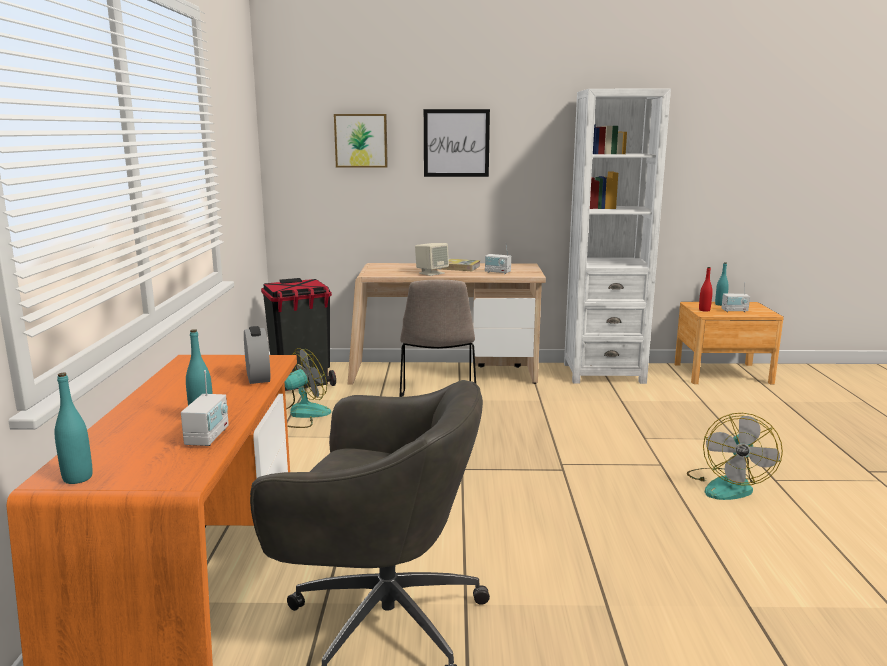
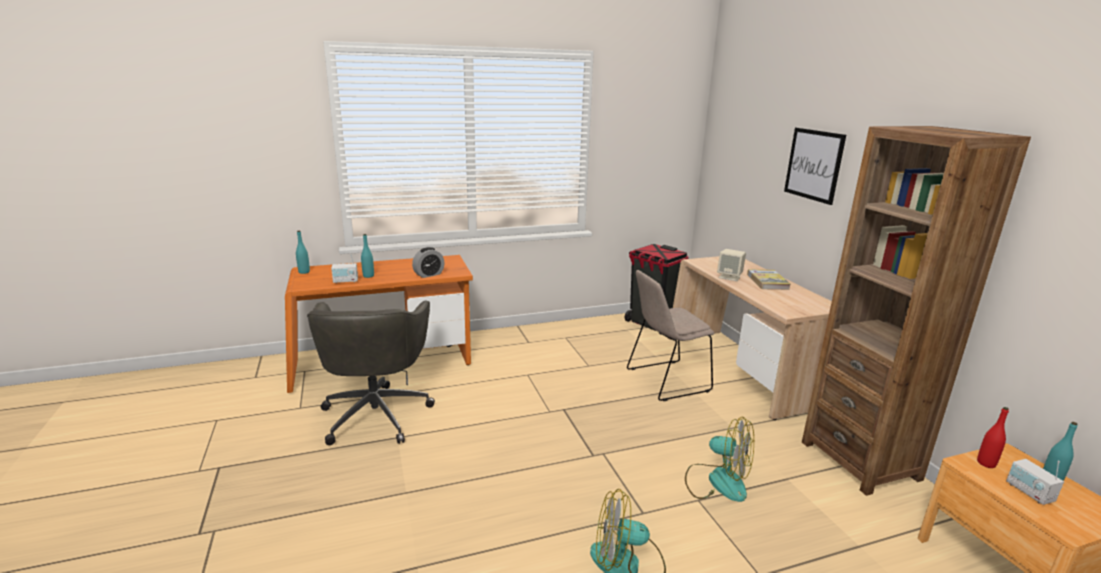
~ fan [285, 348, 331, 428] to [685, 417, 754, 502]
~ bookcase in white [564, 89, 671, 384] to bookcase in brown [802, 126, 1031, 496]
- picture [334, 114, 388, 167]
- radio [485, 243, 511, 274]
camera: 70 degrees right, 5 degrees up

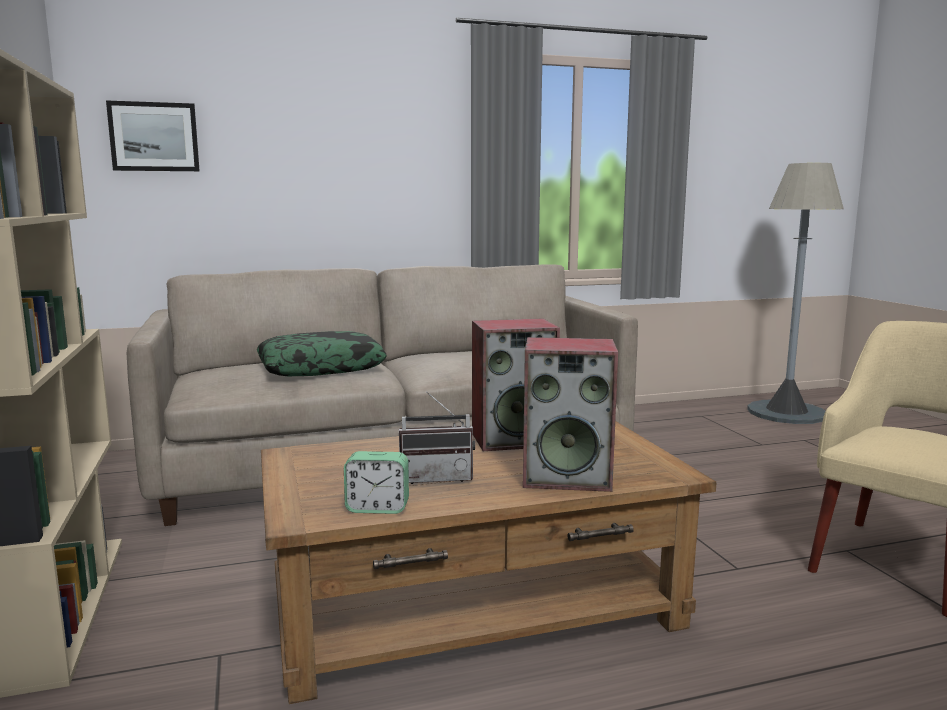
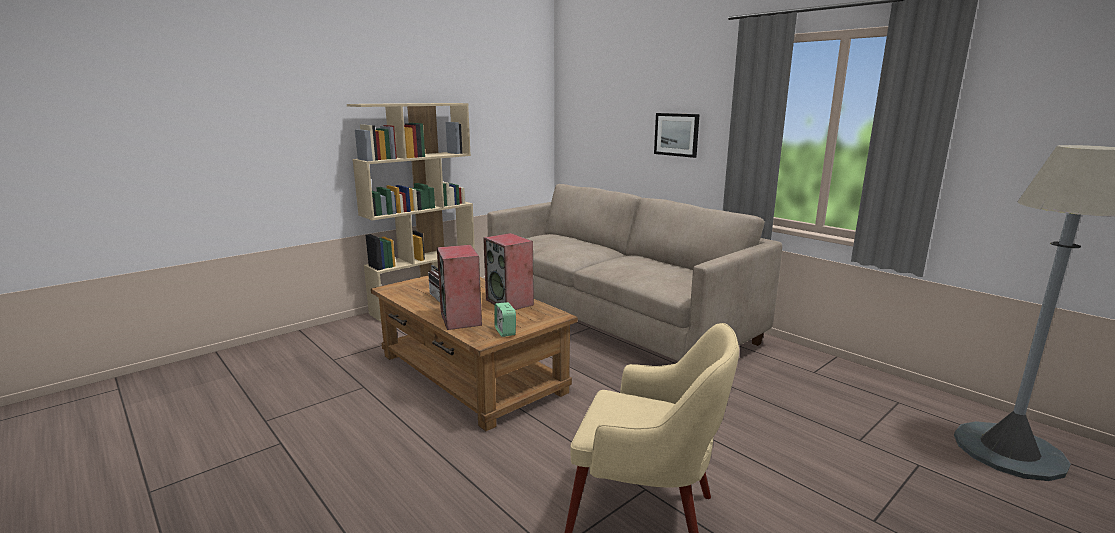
~ alarm clock [344, 451, 409, 514] to [494, 302, 516, 337]
~ picture [106, 100, 200, 171] to [654, 113, 700, 158]
- pillow [257, 331, 387, 376]
camera: 65 degrees right, 5 degrees up

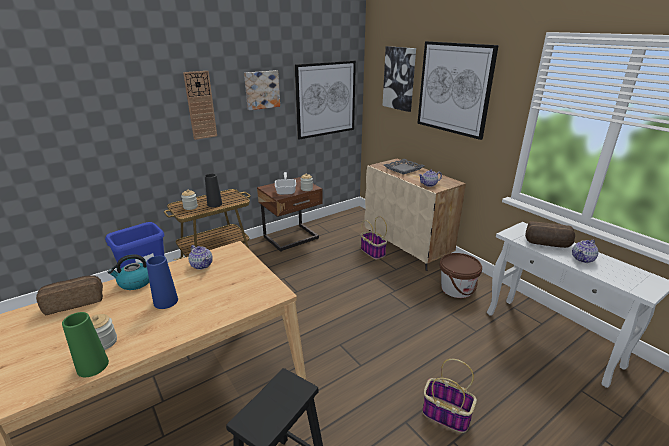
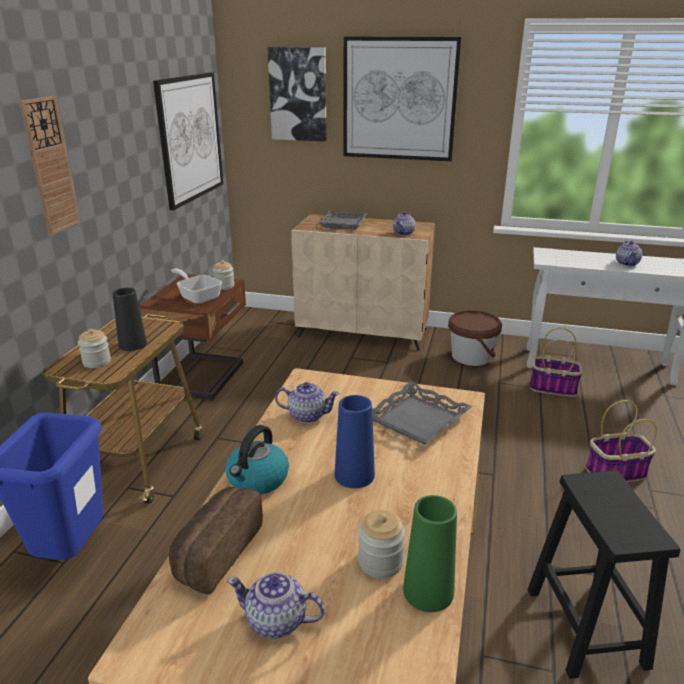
+ teapot [227, 572, 324, 638]
+ tray in grey [372, 382, 473, 445]
~ basket [361, 216, 387, 260] to [530, 328, 583, 397]
- picture [244, 70, 280, 110]
- bread [525, 222, 575, 248]
camera: 40 degrees left, 0 degrees up

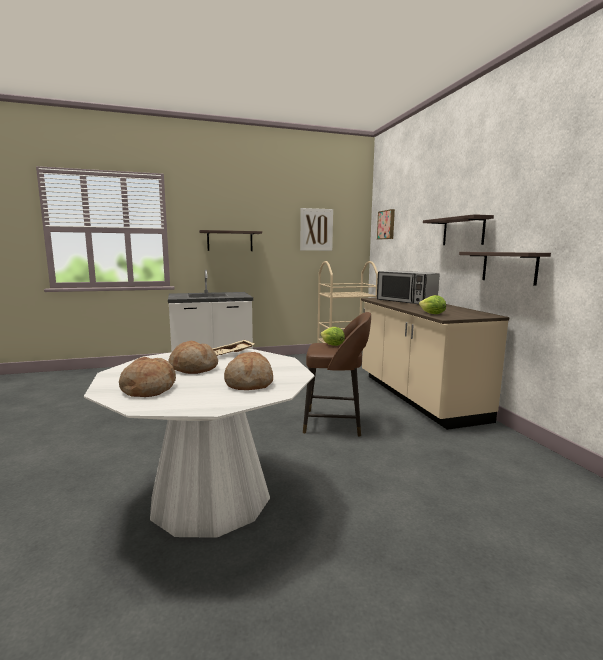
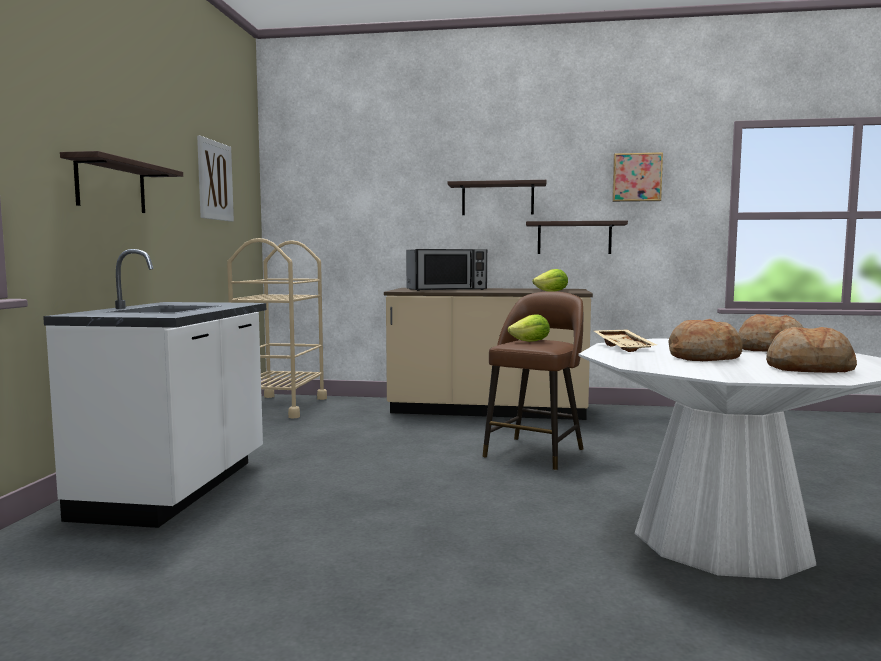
~ picture [377, 209, 395, 239] to [612, 152, 663, 202]
camera: 65 degrees left, 5 degrees down

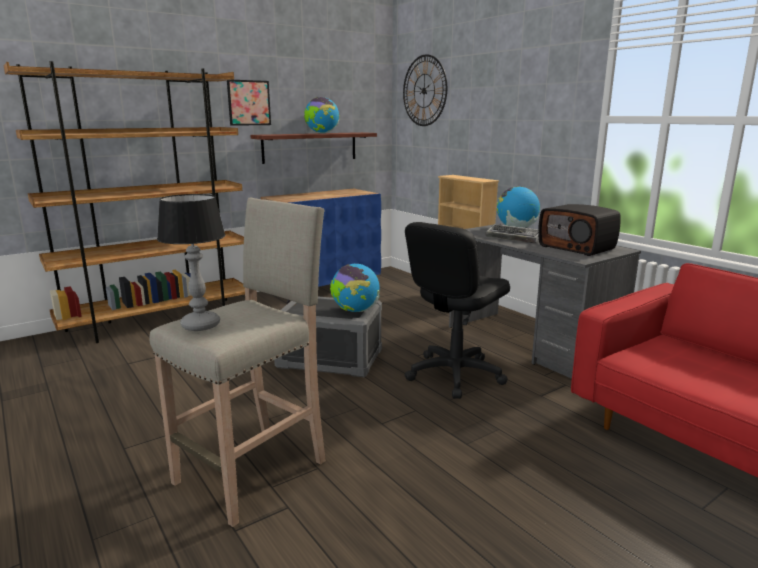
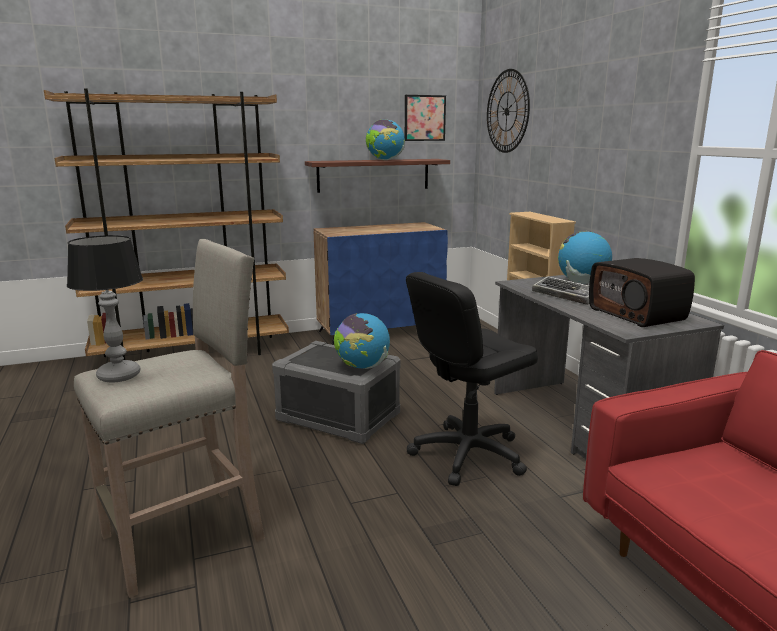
~ picture [227, 80, 271, 126] to [405, 95, 446, 141]
camera: 15 degrees right, 0 degrees up

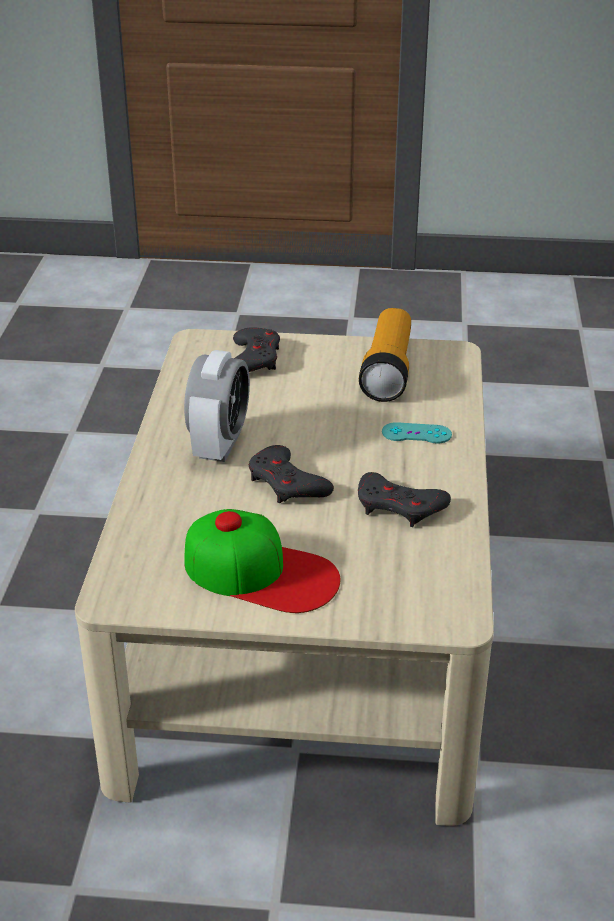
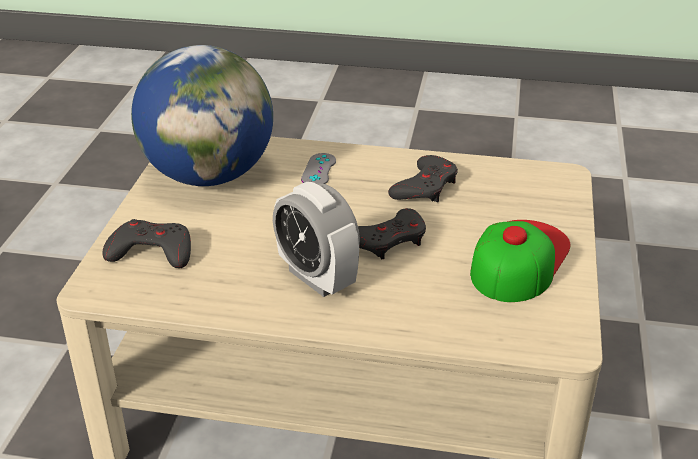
~ flashlight [359, 308, 411, 402] to globe [131, 45, 273, 186]
~ alarm clock [184, 350, 250, 462] = [273, 182, 360, 297] 150 degrees counterclockwise
~ game controller in turquoise [382, 422, 452, 444] to game controller in grey [301, 153, 336, 184]
camera: 85 degrees left, 0 degrees up

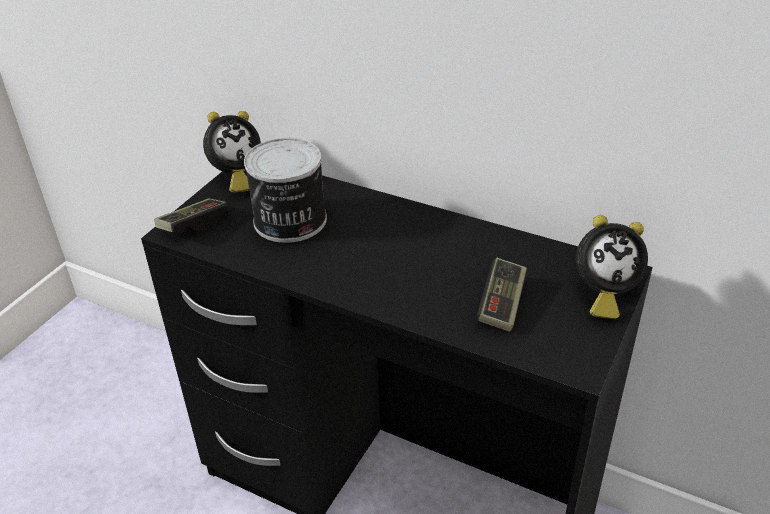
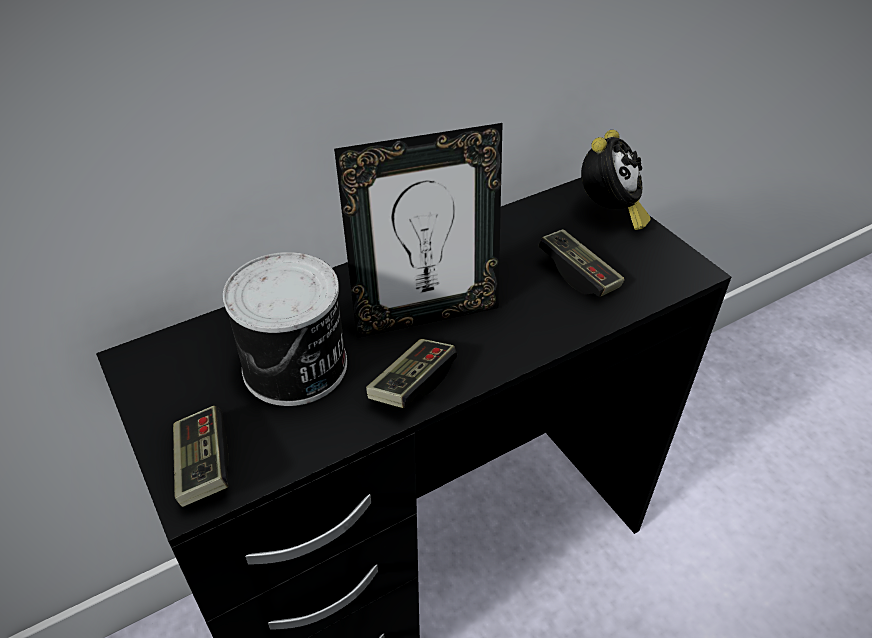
+ picture frame [334, 123, 503, 338]
+ game controller [366, 339, 457, 408]
- alarm clock [203, 111, 261, 193]
camera: 60 degrees left, 5 degrees up

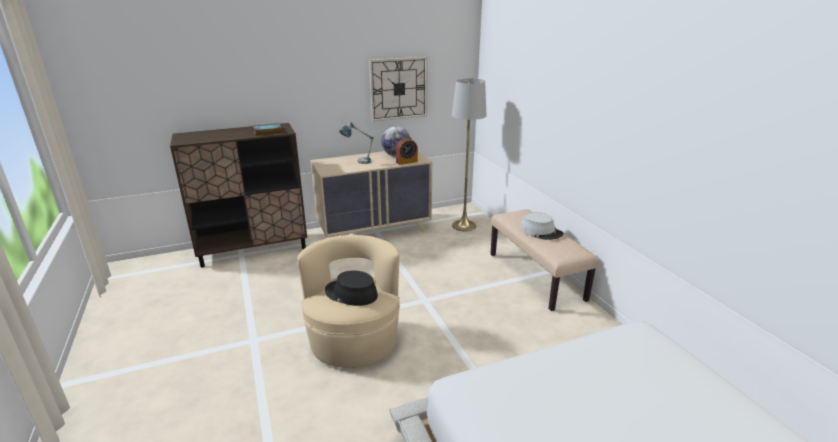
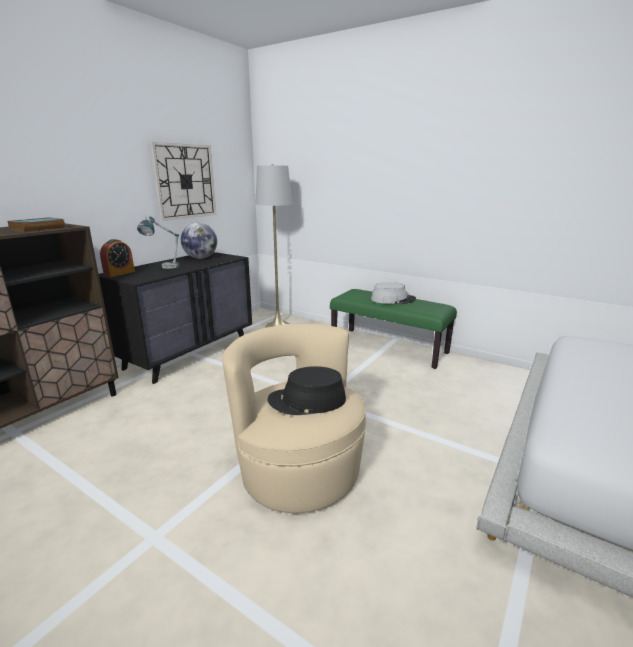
~ dresser in beige [310, 151, 432, 238] to dresser in black [99, 252, 252, 384]
~ alarm clock [396, 137, 418, 165] to [100, 239, 135, 277]
~ bench in beige [491, 209, 599, 311] to bench in green [330, 289, 457, 369]
camera: 35 degrees left, 5 degrees down

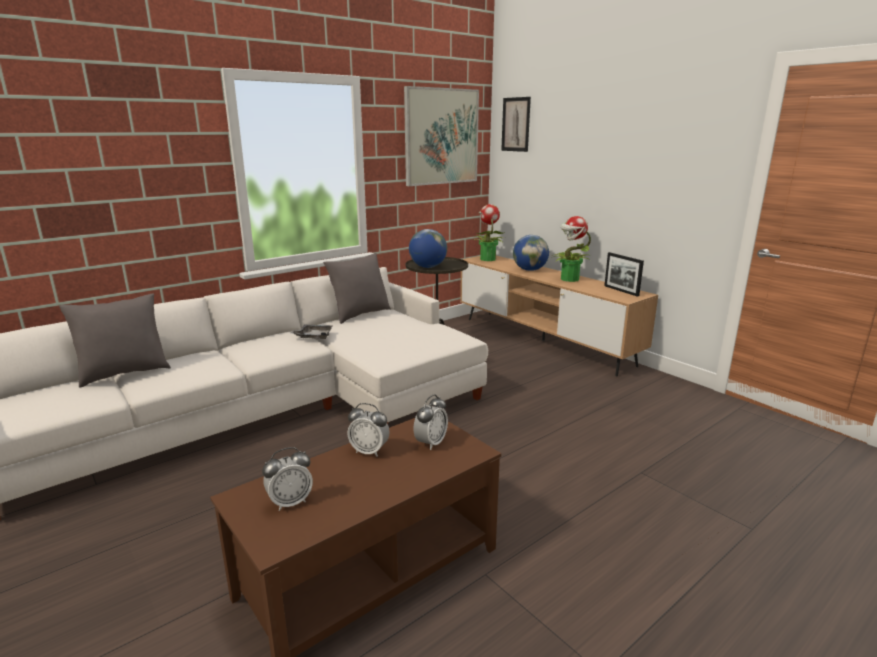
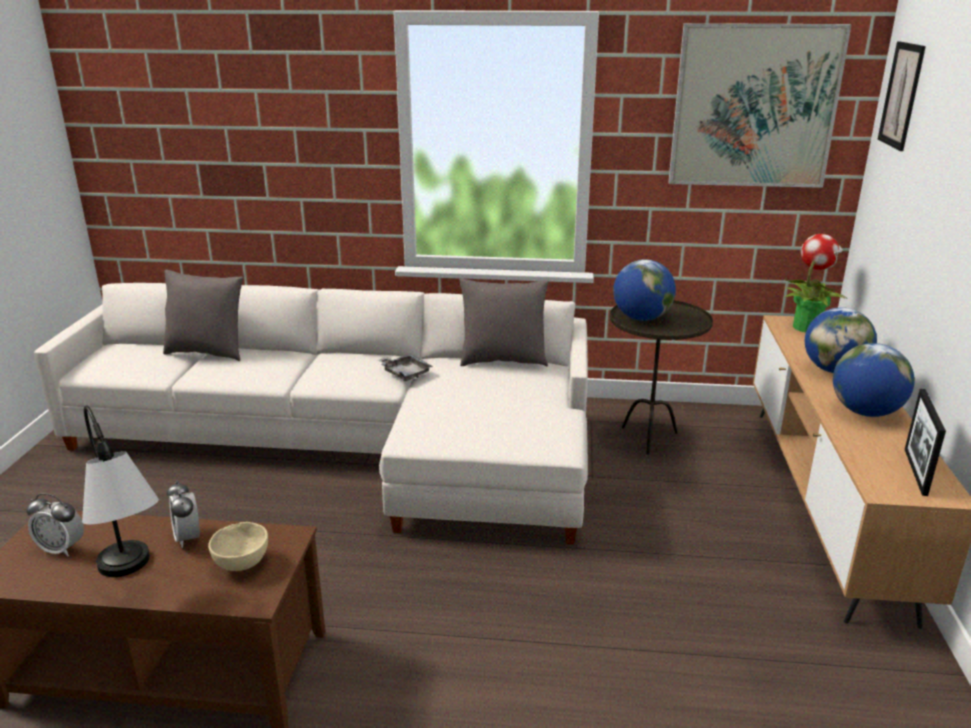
+ table lamp [82, 405, 159, 577]
~ alarm clock [414, 394, 448, 450] to bowl in beige [208, 522, 268, 571]
~ potted plant [552, 216, 591, 282] to globe [833, 343, 914, 417]
camera: 45 degrees right, 5 degrees up

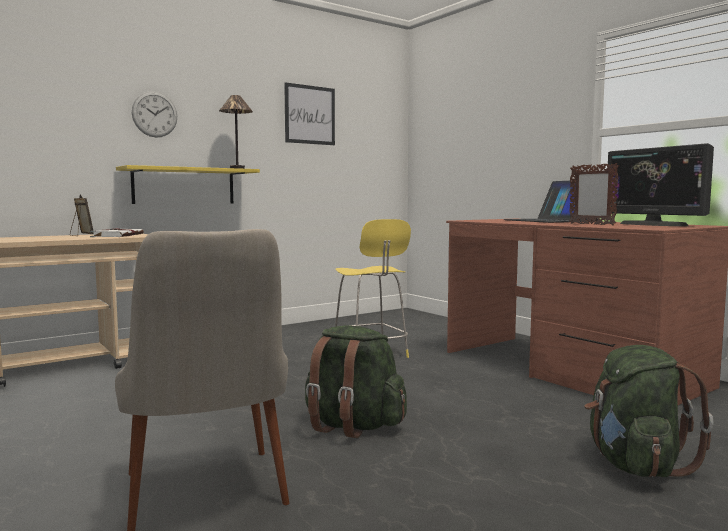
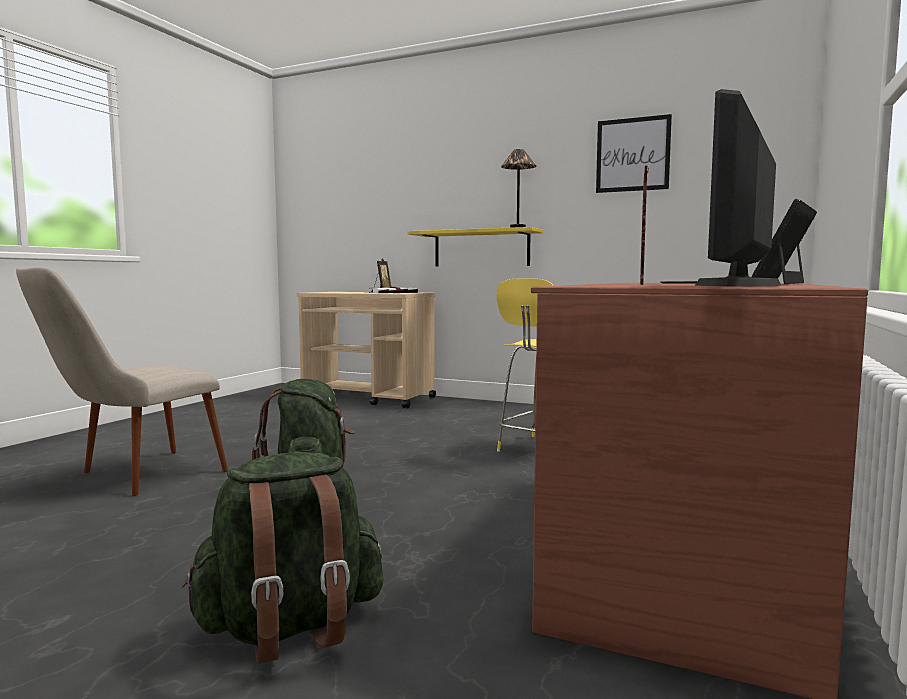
- wall clock [132, 92, 177, 137]
camera: 60 degrees right, 0 degrees up

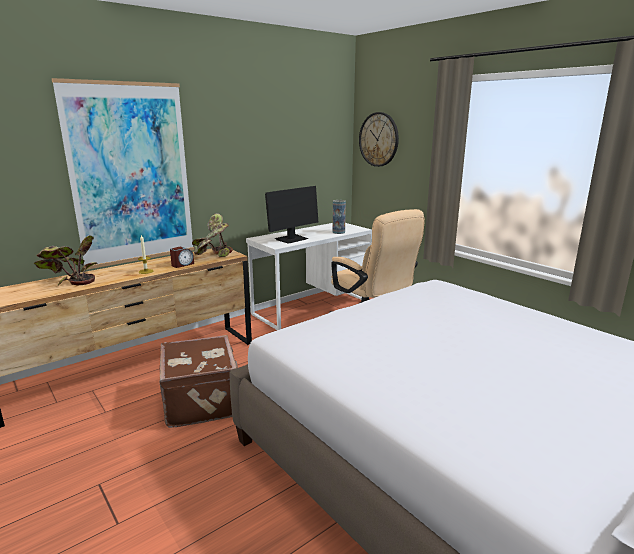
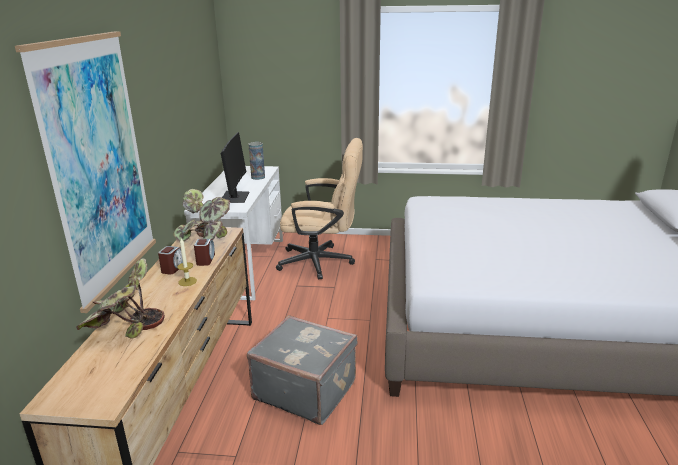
+ alarm clock [158, 246, 183, 275]
~ suitcase in brown [159, 335, 238, 428] to suitcase in grey [247, 315, 358, 425]
- wall clock [359, 112, 399, 167]
camera: 45 degrees left, 5 degrees up

